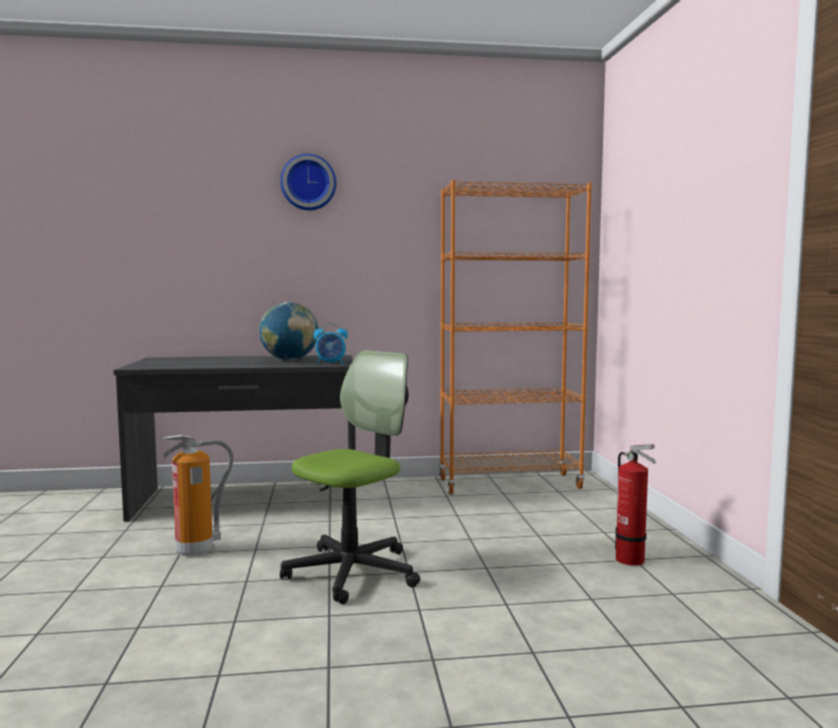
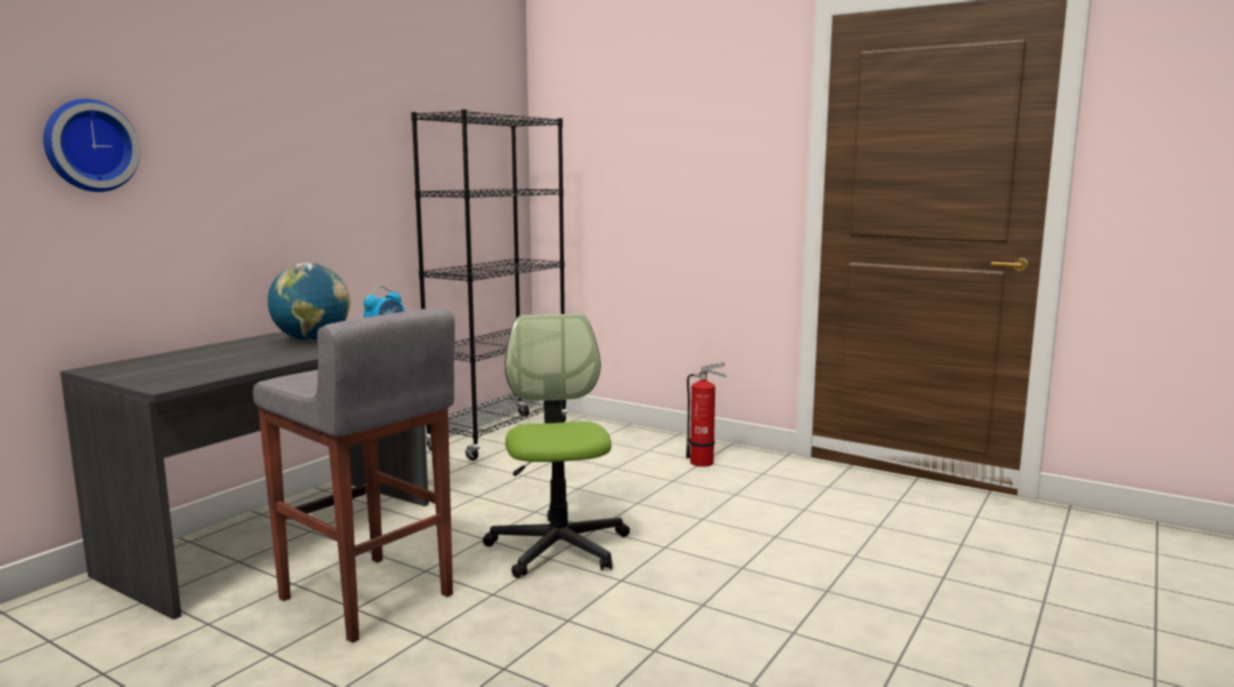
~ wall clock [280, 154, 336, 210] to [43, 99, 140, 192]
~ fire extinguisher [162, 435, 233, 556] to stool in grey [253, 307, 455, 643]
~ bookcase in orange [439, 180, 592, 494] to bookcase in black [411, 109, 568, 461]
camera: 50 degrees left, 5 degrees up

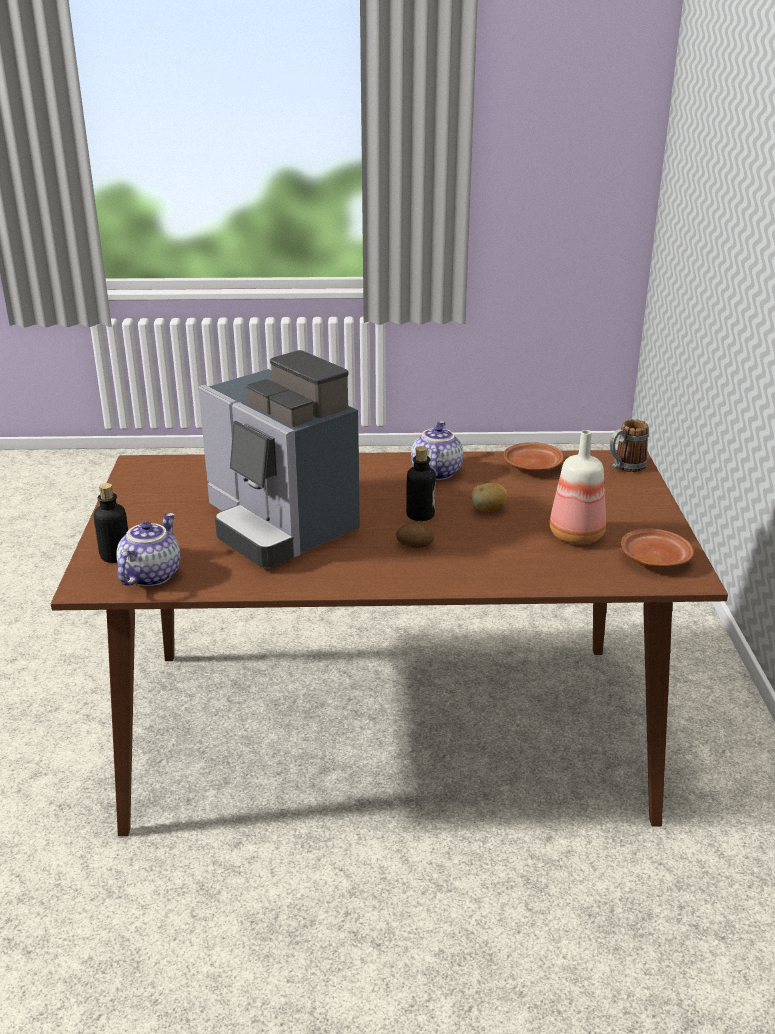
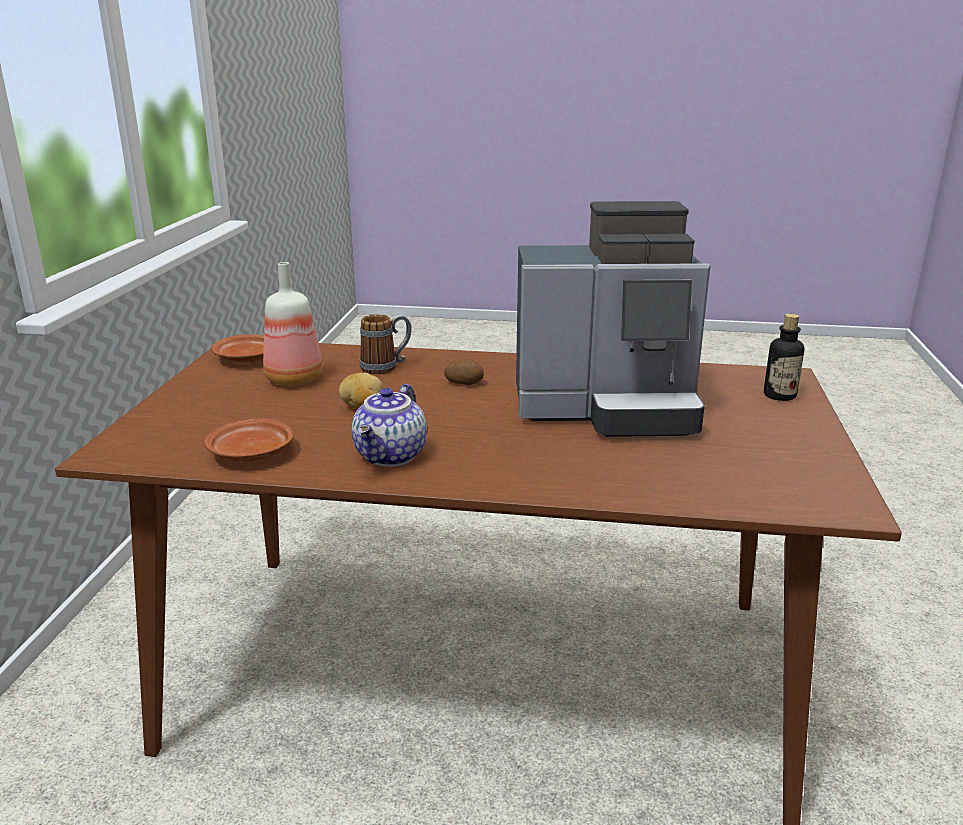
~ mug [610, 419, 649, 472] to [360, 314, 412, 374]
~ coffee machine [199, 350, 360, 568] = [516, 201, 710, 437] 120 degrees clockwise
- teapot [116, 513, 181, 586]
- bottle [406, 446, 436, 521]
camera: 170 degrees left, 5 degrees down

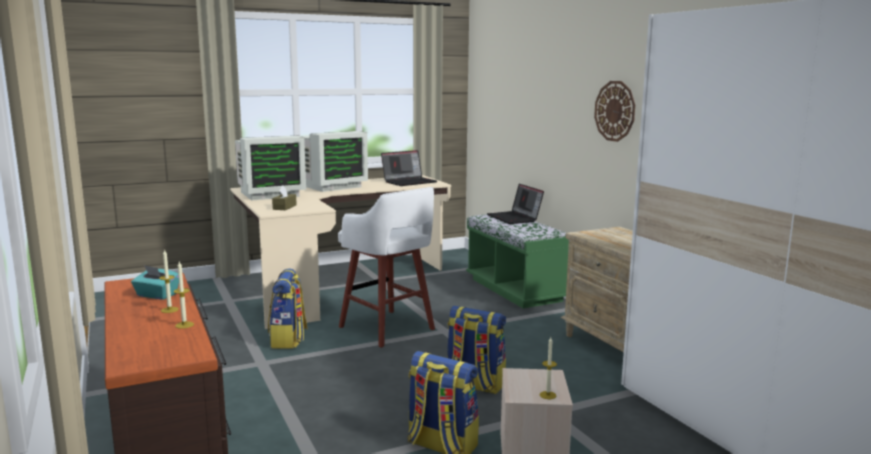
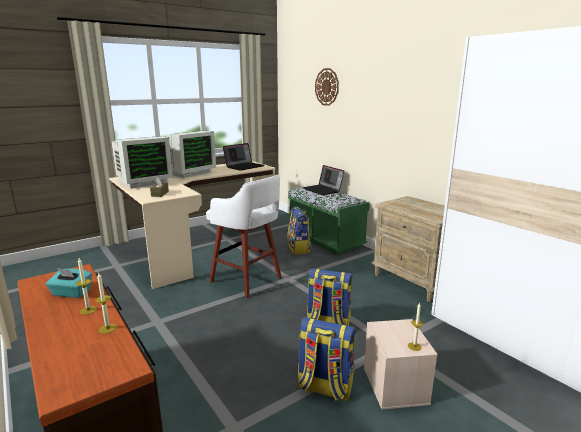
~ backpack [268, 269, 308, 349] to [288, 207, 311, 255]
~ wall clock [594, 81, 635, 142] to [315, 68, 339, 106]
camera: 10 degrees left, 5 degrees up

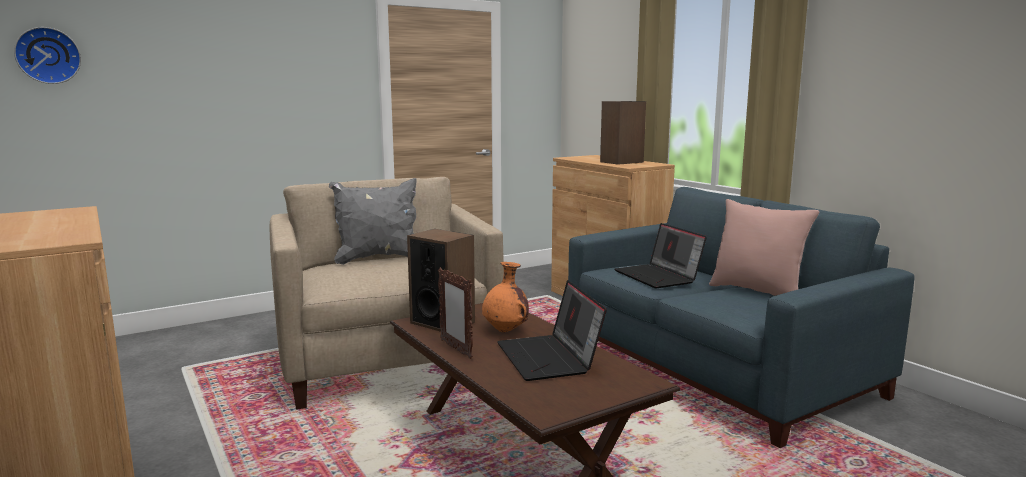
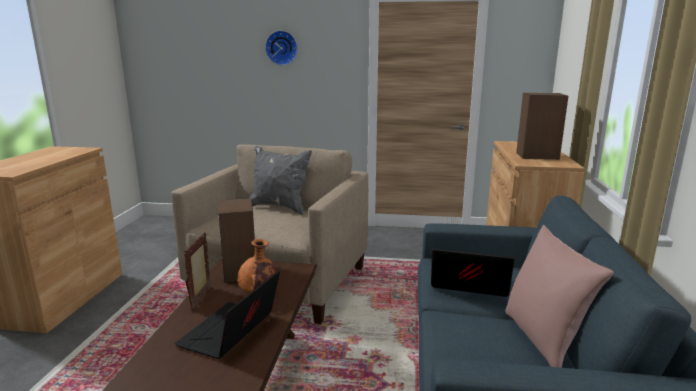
~ wall clock [14, 27, 81, 84] to [265, 30, 298, 65]
~ laptop [615, 223, 707, 288] = [431, 249, 515, 297] 90 degrees clockwise
camera: 40 degrees right, 5 degrees up

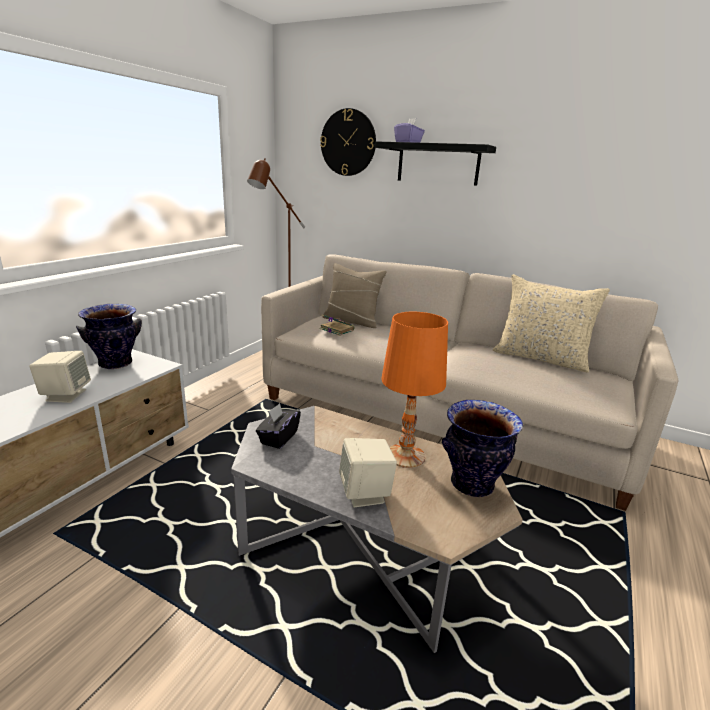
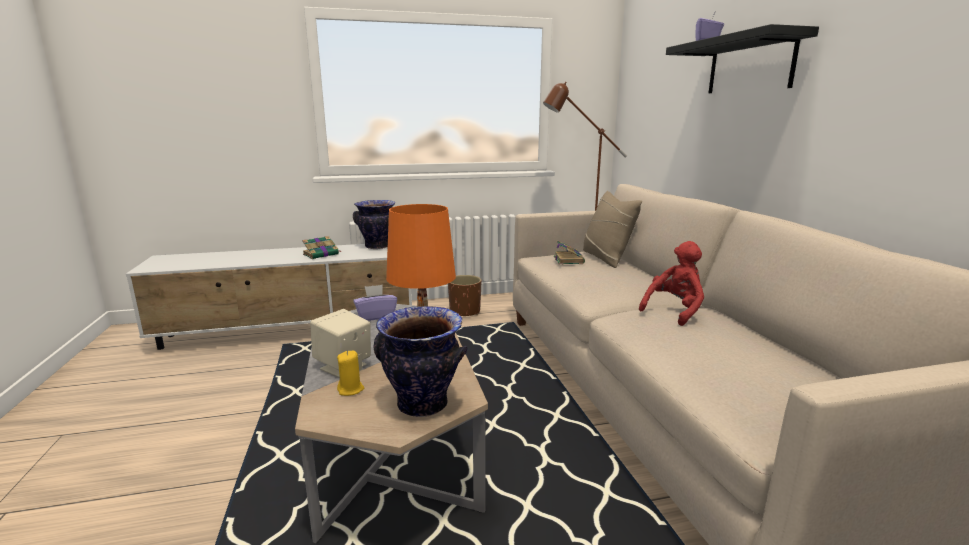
~ speaker in beige [29, 351, 91, 403] to book [302, 236, 341, 259]
+ candle in yellow [337, 350, 364, 396]
~ tissue box in black [256, 403, 301, 449] to tissue box in purple [353, 285, 397, 321]
+ planter in brown [448, 275, 481, 316]
+ plush toy in red [639, 241, 704, 326]
- wall clock [320, 108, 376, 176]
- pillow in beige [493, 274, 610, 373]
camera: 50 degrees right, 5 degrees down

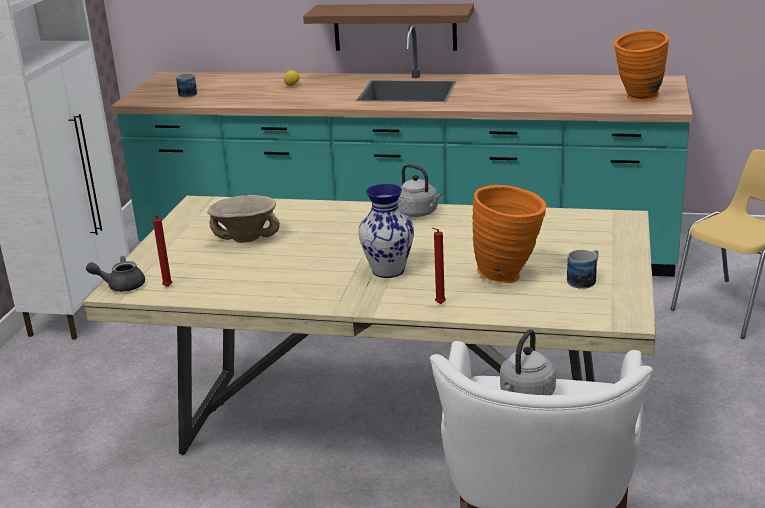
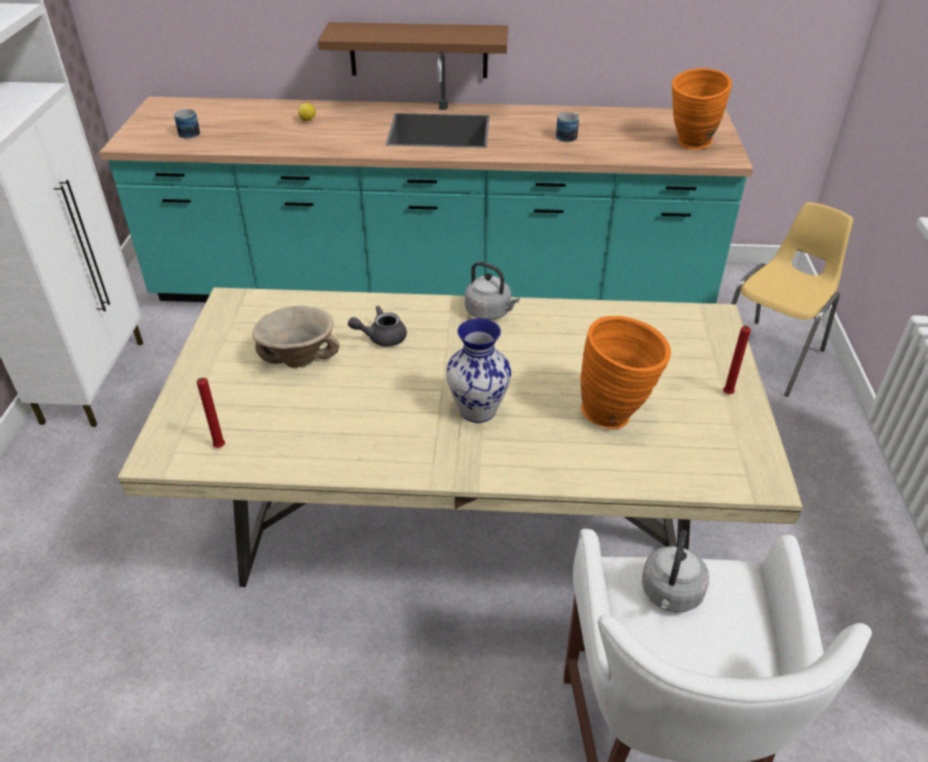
~ teapot in grey [86, 256, 145, 292] to [348, 305, 407, 347]
~ mug [567, 250, 599, 289] to [556, 112, 579, 142]
~ candle in red [432, 228, 446, 304] to [723, 325, 751, 394]
camera: 10 degrees left, 15 degrees up

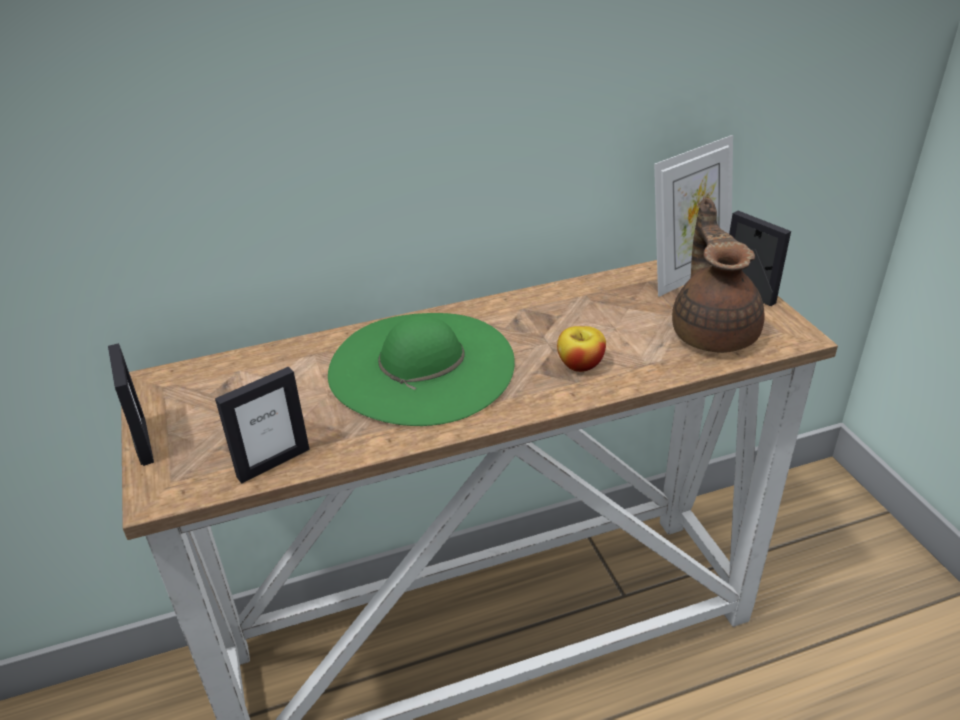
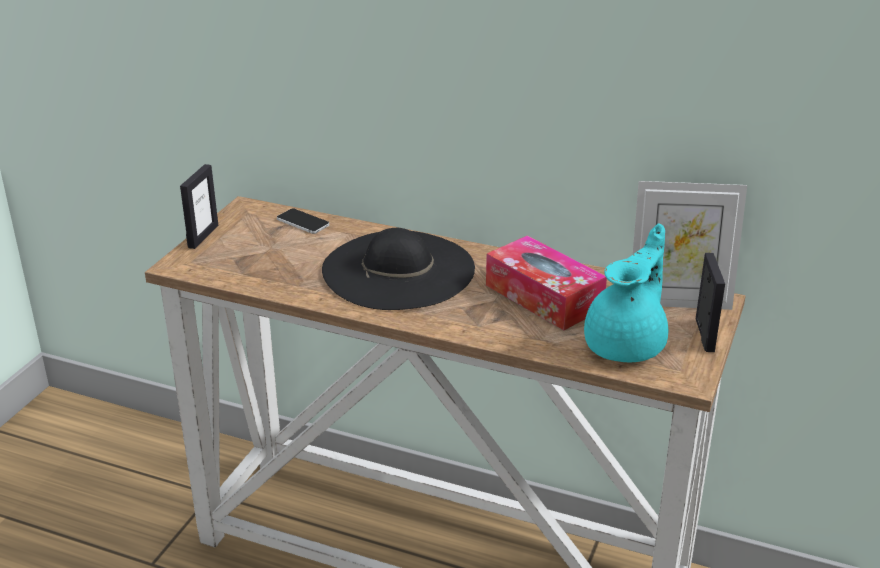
+ phone [277, 208, 329, 234]
~ hat in green [328, 313, 515, 426] to hat in black [322, 228, 475, 310]
+ tissue box [486, 235, 607, 330]
~ teapot in brown [672, 198, 765, 353] to teapot in turquoise [584, 223, 668, 362]
- picture frame [215, 367, 310, 483]
- apple [557, 326, 606, 372]
camera: 40 degrees right, 5 degrees down

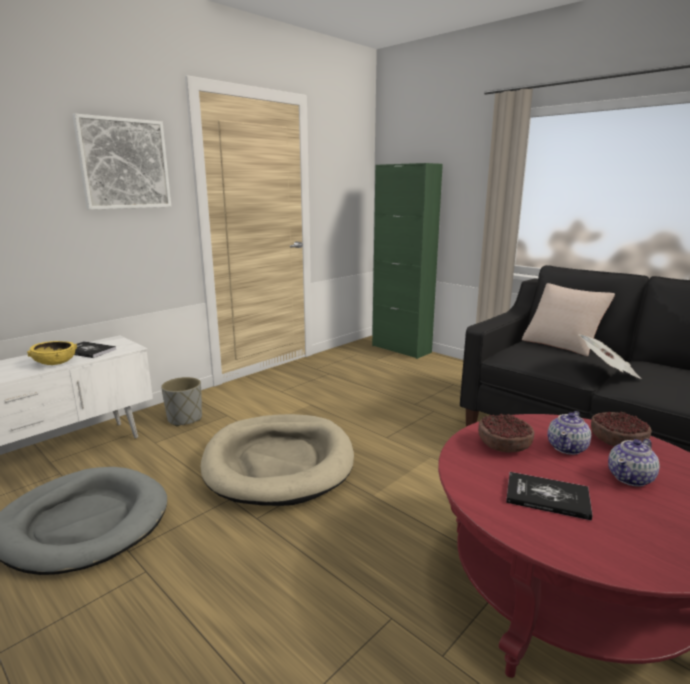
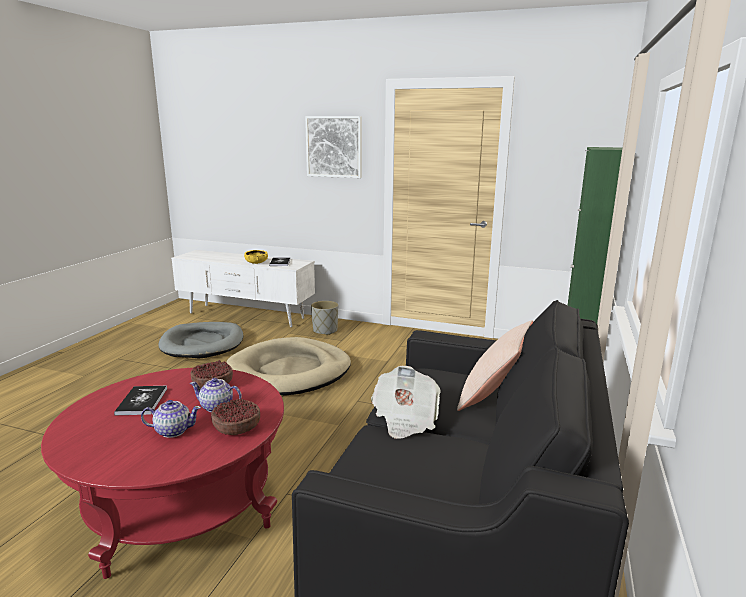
~ teapot [608, 439, 660, 487] = [141, 400, 201, 438] 150 degrees clockwise
camera: 65 degrees right, 0 degrees up

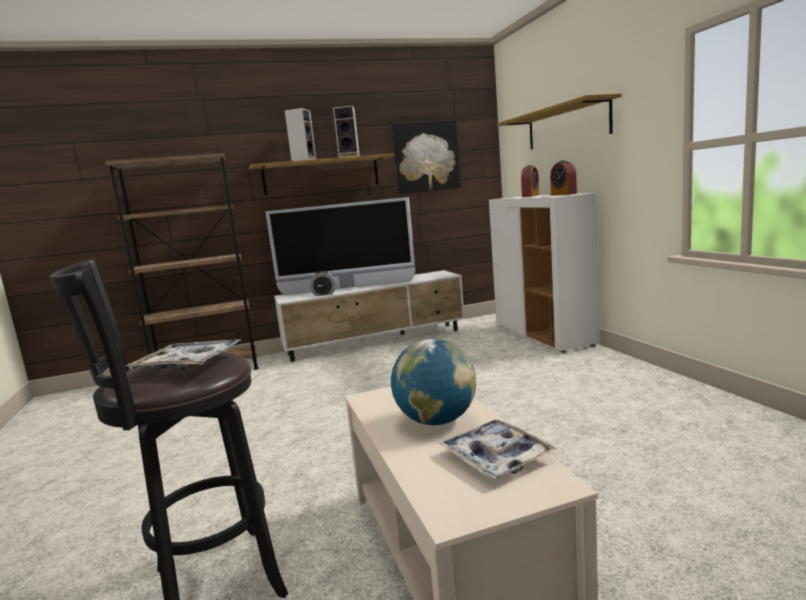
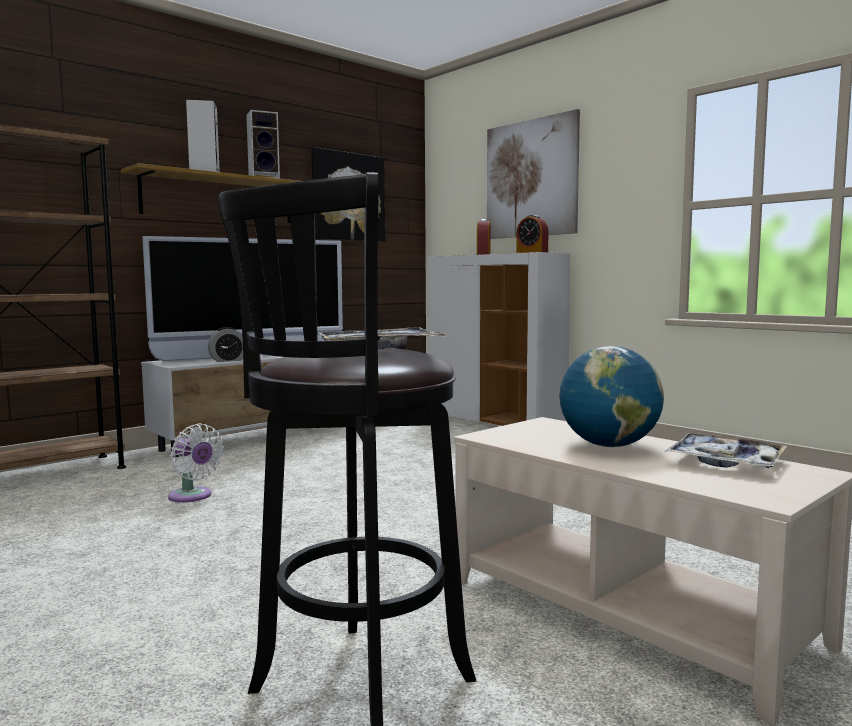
+ fan in white [168, 423, 224, 503]
~ shelf [497, 93, 622, 149] to picture [487, 109, 580, 239]
camera: 25 degrees left, 5 degrees down

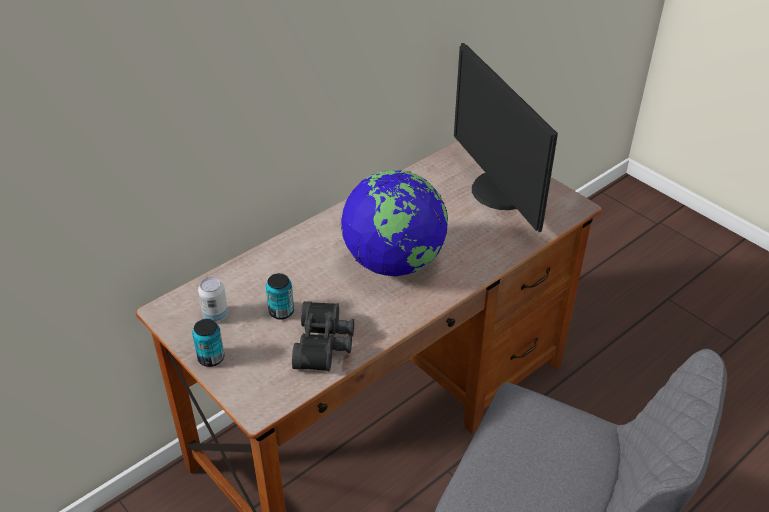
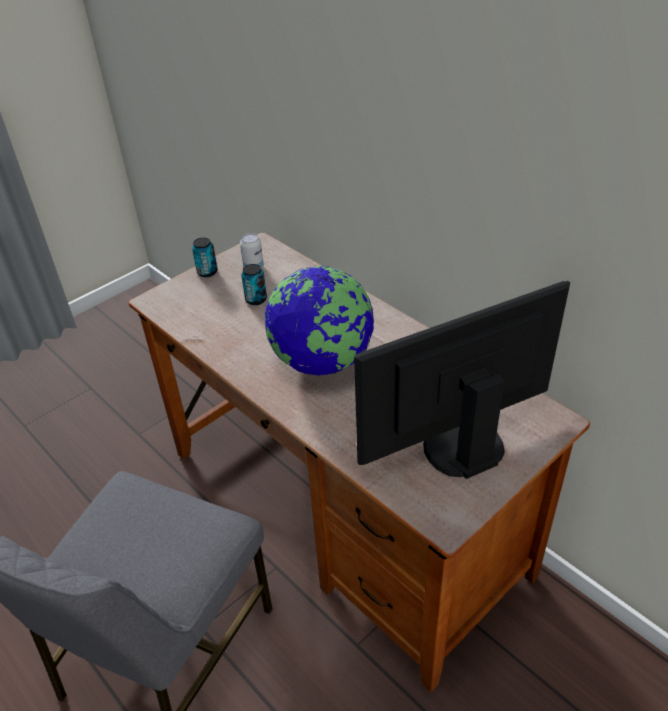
- binoculars in black [292, 301, 354, 371]
camera: 90 degrees right, 0 degrees up

